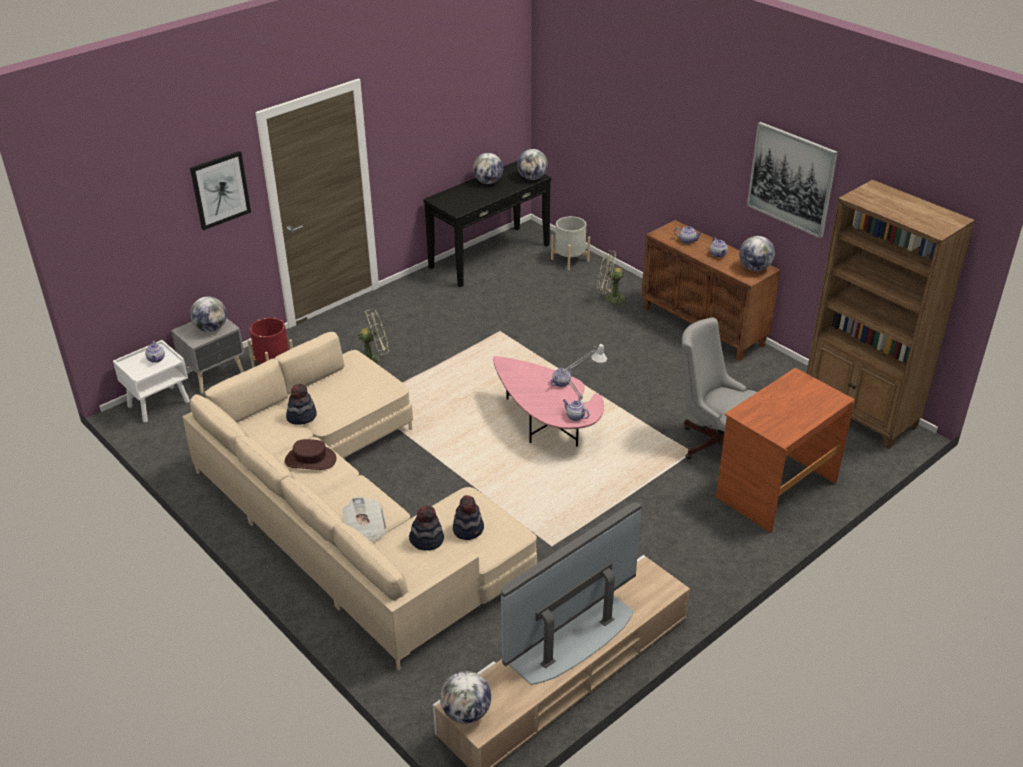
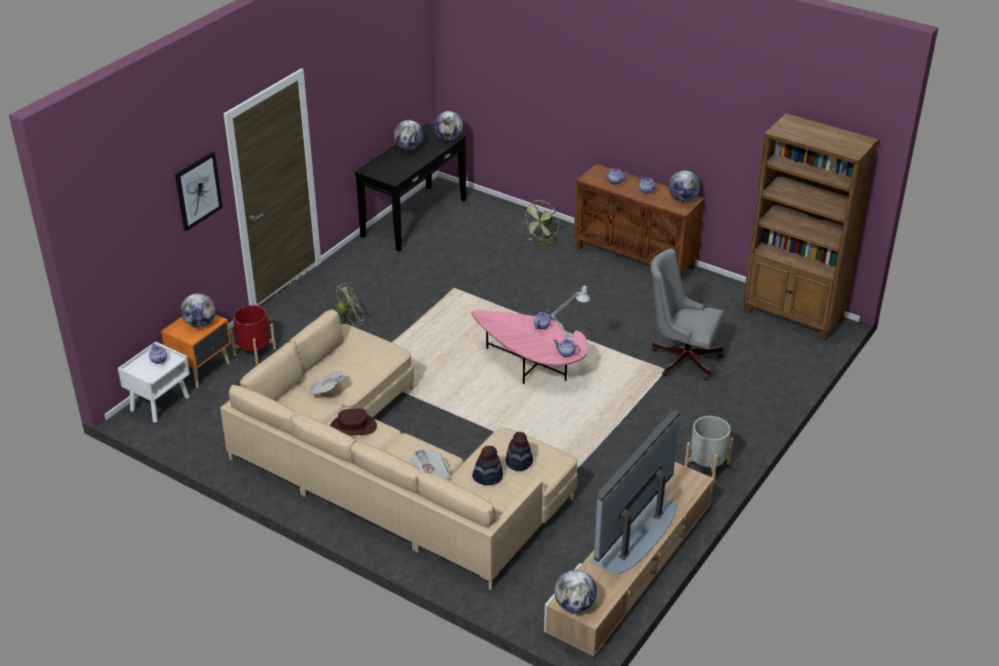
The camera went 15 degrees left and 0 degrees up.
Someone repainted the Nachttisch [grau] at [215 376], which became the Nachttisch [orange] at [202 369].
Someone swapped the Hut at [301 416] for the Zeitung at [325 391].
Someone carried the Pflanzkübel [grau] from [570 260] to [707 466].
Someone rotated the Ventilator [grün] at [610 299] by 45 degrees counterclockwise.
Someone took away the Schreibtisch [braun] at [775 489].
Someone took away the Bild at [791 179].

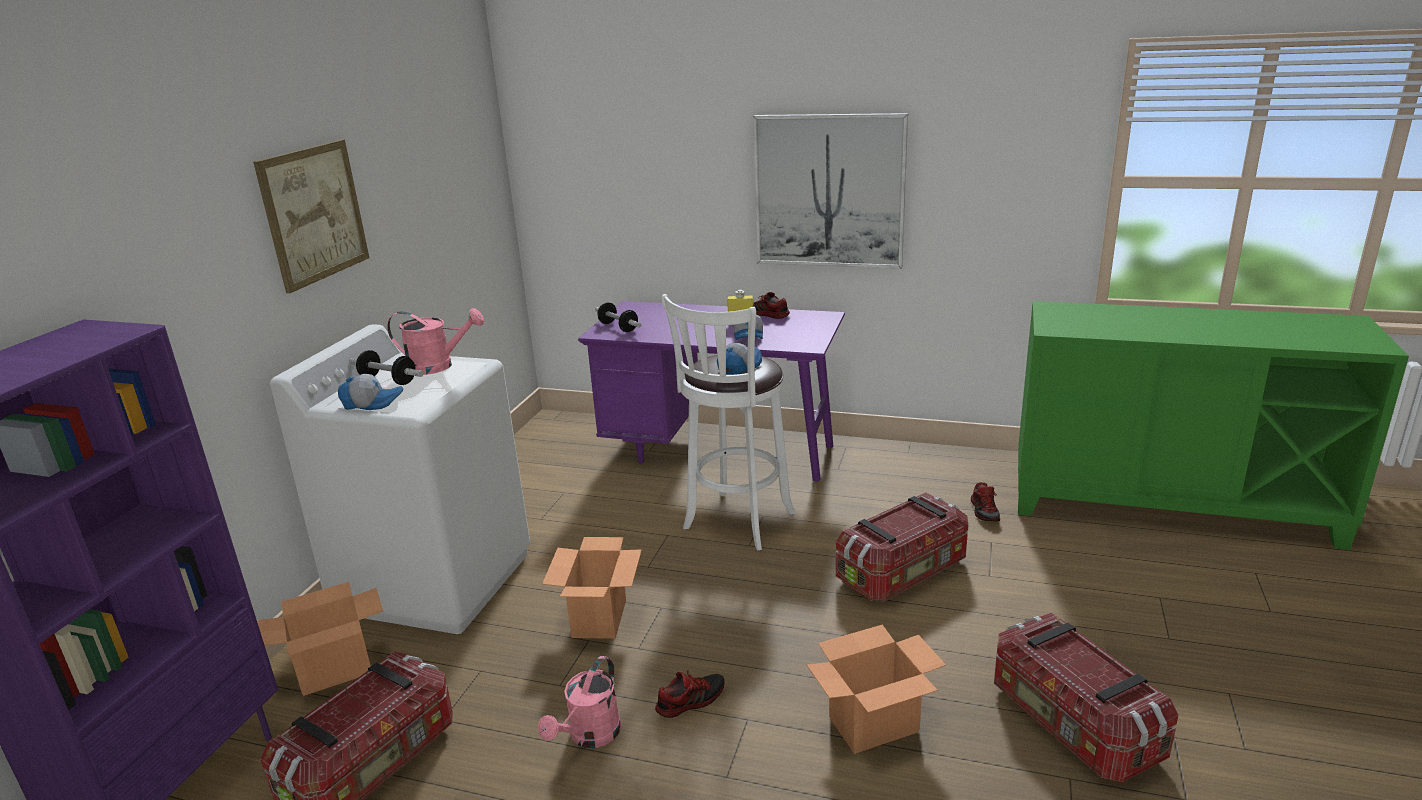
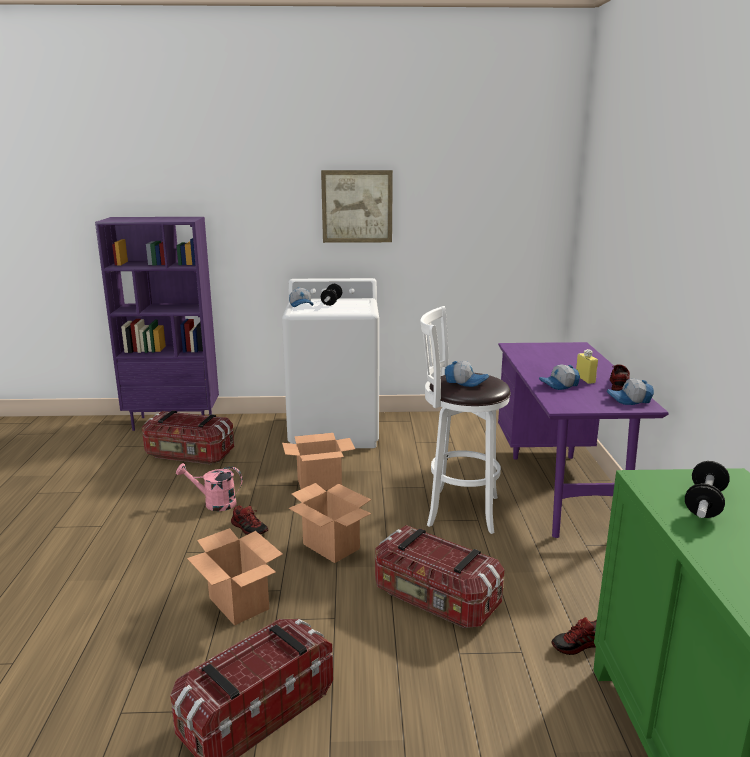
The camera went 70 degrees right and 5 degrees down.
Someone carried the Karton from [336 670] to [332 546].
Someone took away the Gießkanne [rosa] at [438 366].
Someone carried the Hantel from [618 327] to [704 504].
Someone took away the Bild at [829 191].
Someone put down the Kappe at [629 400].

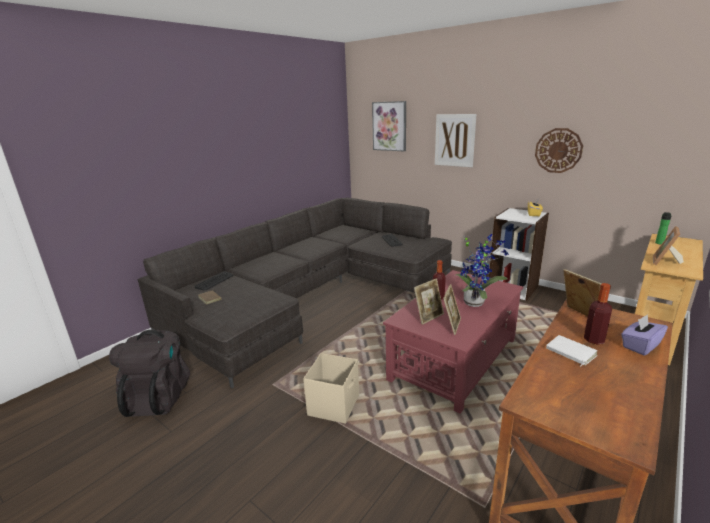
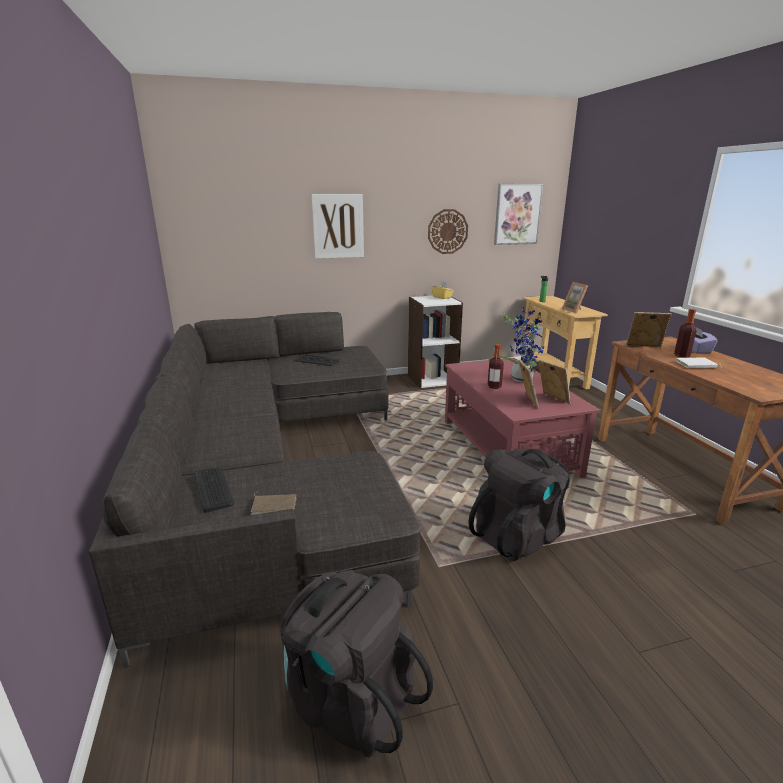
The camera went 55 degrees left and 0 degrees up.
Someone swapped the Aufbewahrungsbox [beige] at [334 404] for the Rucksack [schwarz] at [518 535].
Someone carried the Bild from [389 126] to [517 214].

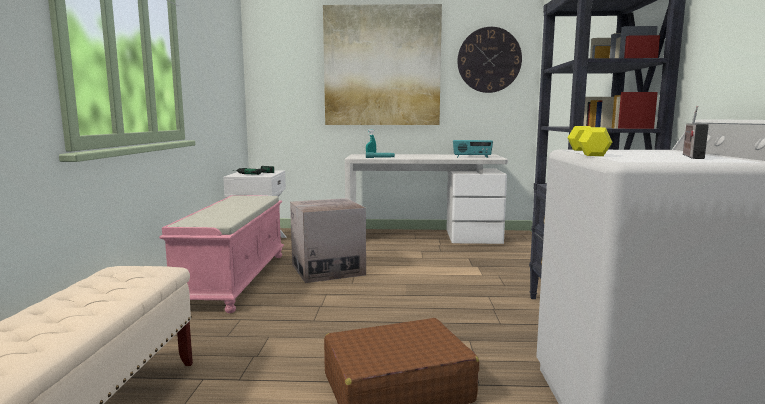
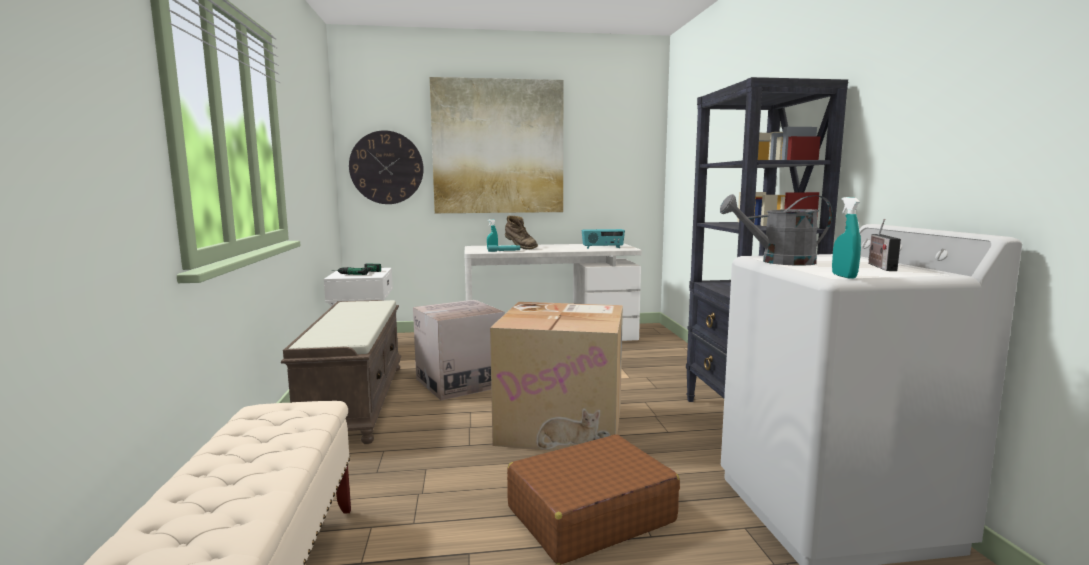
The camera went 10 degrees left and 0 degrees up.
Someone repainted the Bank [rosa] at [234 279], which became the Bank [braun] at [354 401].
Someone carried the Wanduhr from [489 60] to [386 167].
Someone swapped the Hantel [gelb] at [586 152] for the Gießkanne [grau] at [778 262].
Someone put down the Karton at [563 423].
Someone put down the Stiefel [braun] at [520 248].
Someone put down the Sprühflasche [türkis] at [844 276].

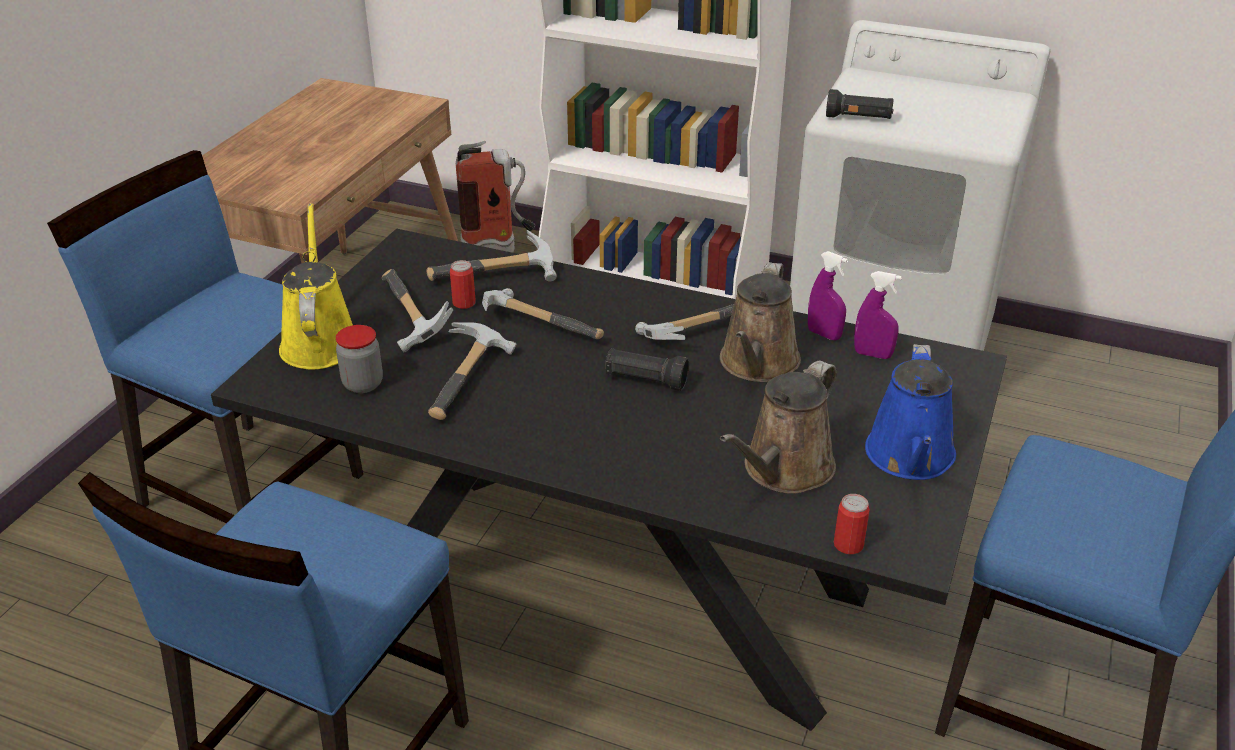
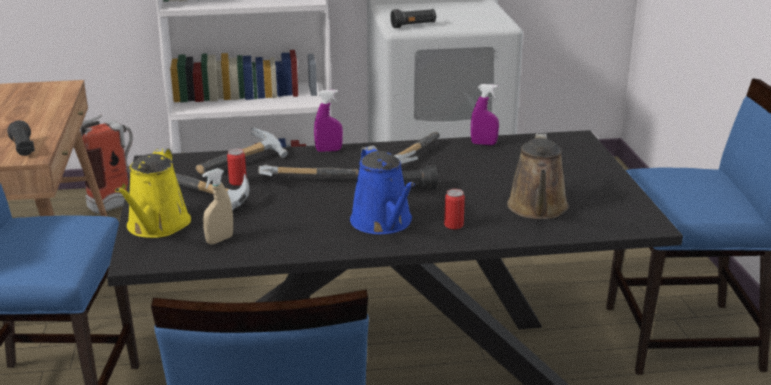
The camera went 30 degrees left and 10 degrees down.
Someone rotated the Gießkanne [gelb] at [320 341] by 135 degrees counterclockwise.
Someone swapped the Vorratsglas at [363 384] for the Sprühflasche [beige] at [219 240].
Someone took away the Hammer at [472 381].
Someone took away the Gießkanne [braun] at [758 364].
Someone carried the Dose from [848 545] to [453 225].
Someone carried the Sprühflasche [lila] from [872 354] to [328 150].
Someone carried the Gießkanne [blau] from [910 458] to [383 223].
Someone put down the Taschenlampe [schwarz] at [23 149].

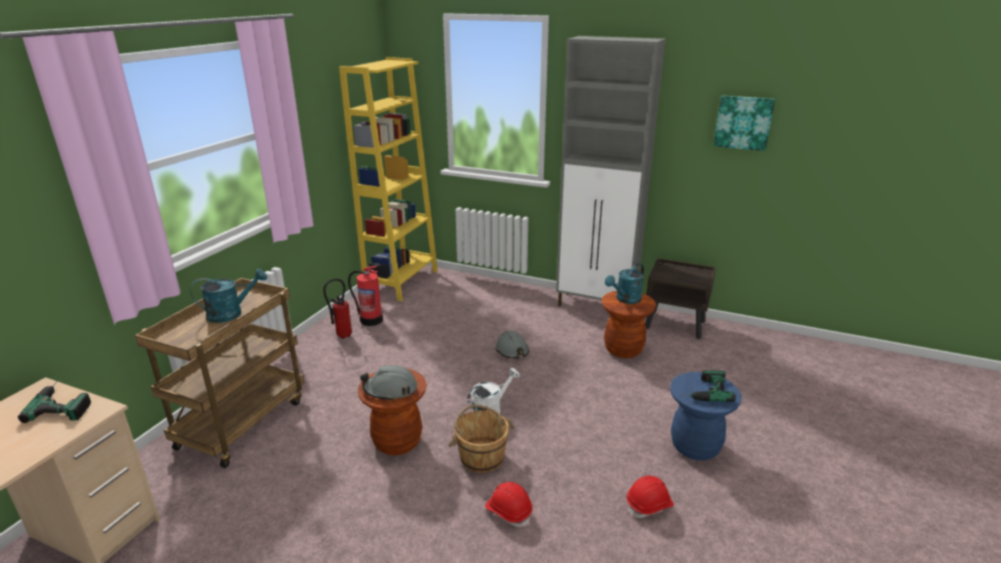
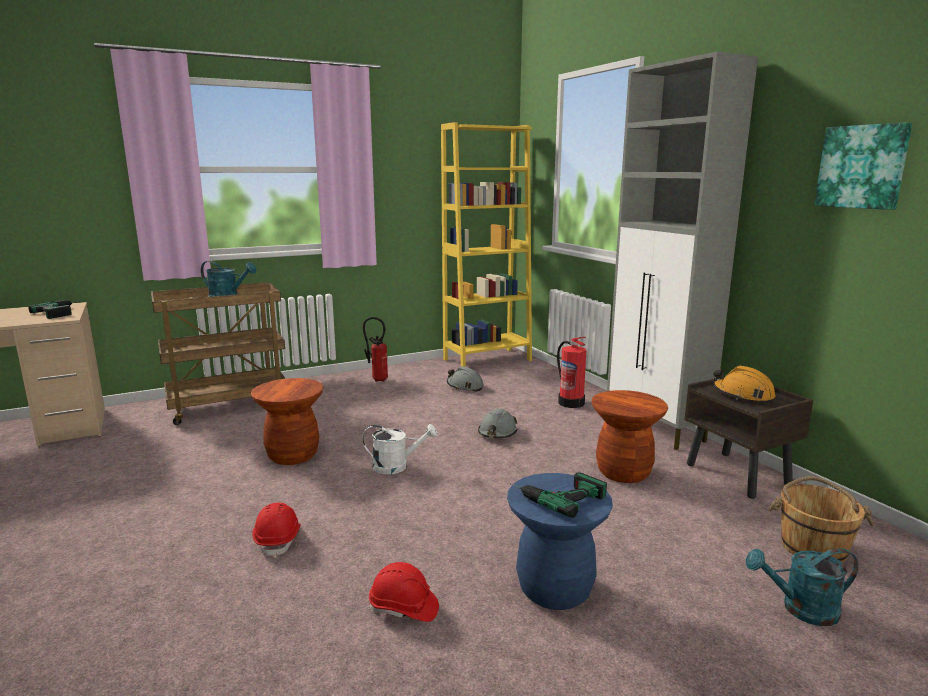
The camera went 40 degrees right and 10 degrees down.
Someone carried the Feuerlöscher from [371 320] to [570 402].
Someone carried the Schutzhelm [grau] from [390 390] to [464 386].
Someone carried the Eimer [braun] from [481 456] to [813 547].
Someone carried the Gießkanne [türkis] from [625 300] to [801 609].
Someone put down the Schutzhelm [orange] at [743 395].

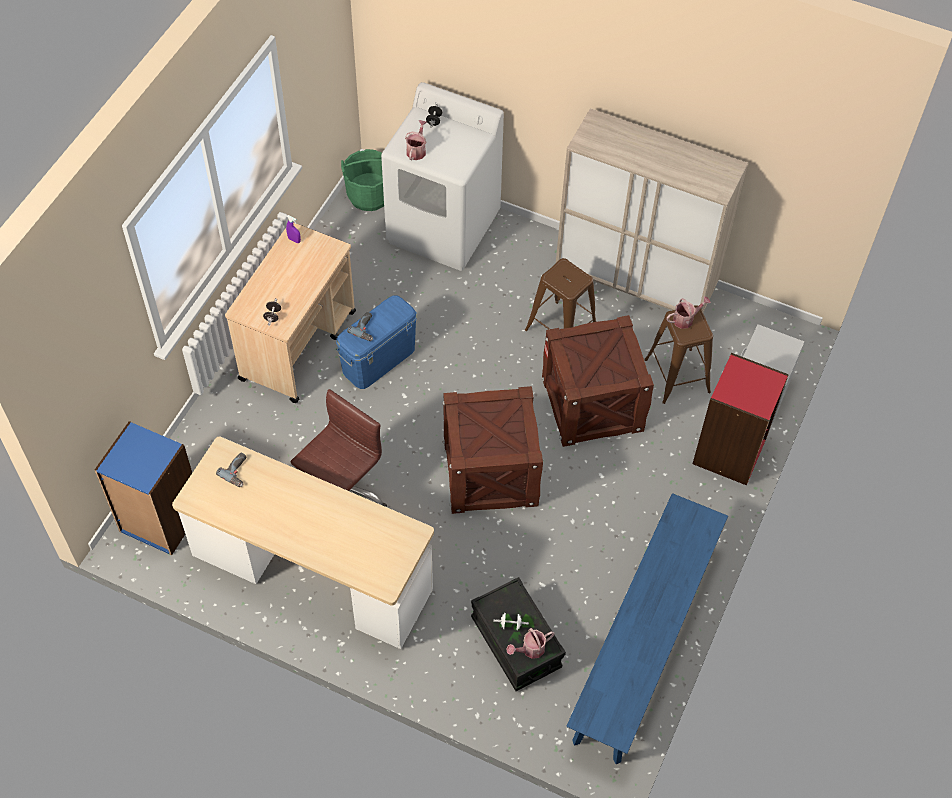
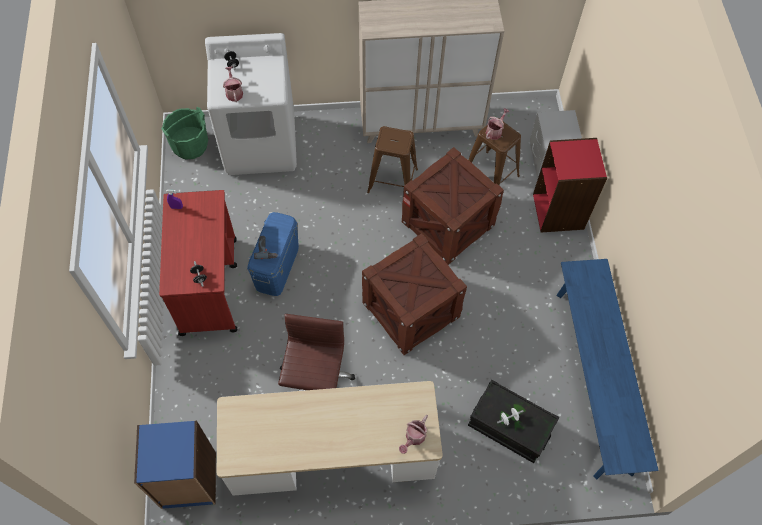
The camera went 30 degrees left and 5 degrees up.
Someone took away the Bohrmaschine at [238 471].
Someone repainted the Rollwagen [beige] at [298 345], which became the Rollwagen [rot] at [209 285].
Someone carried the Gießkanne from [530 649] to [413 438].

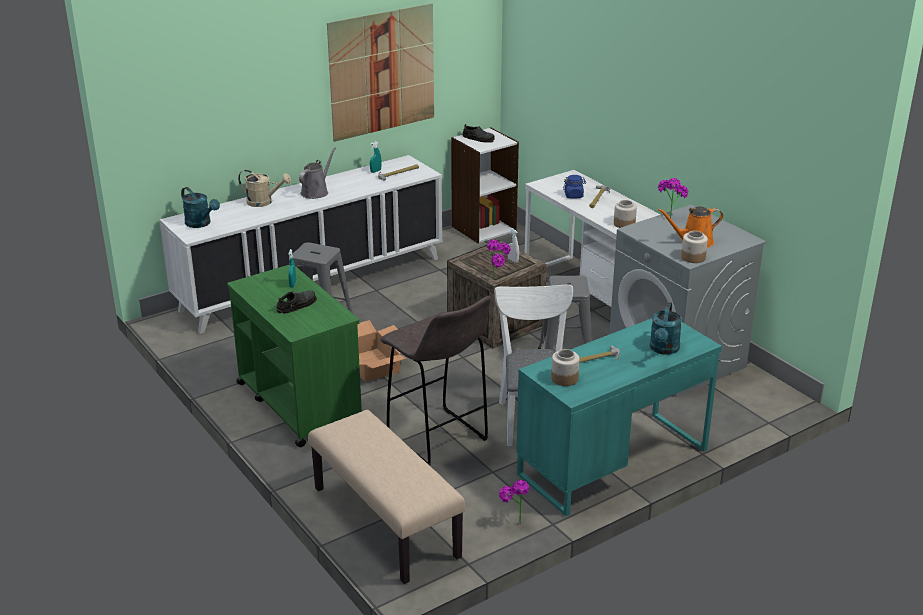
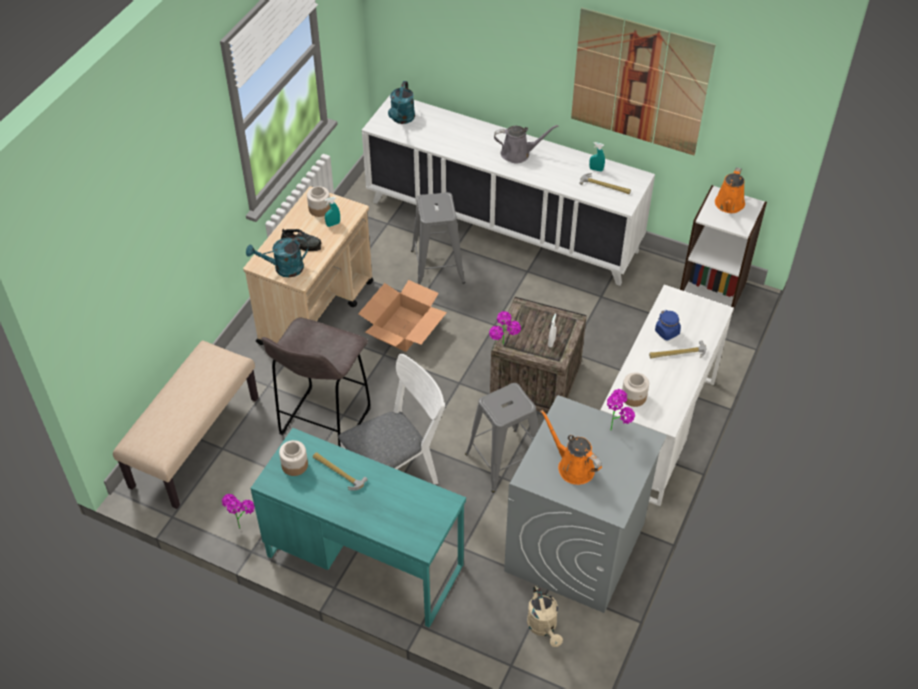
The camera went 60 degrees right and 20 degrees up.
Someone repainted the Rollwagen [grün] at [298 402], which became the Rollwagen [beige] at [317 311].
Someone carried the Gießkanne [beige] from [264 202] to [544 627].
Someone swapped the Schuh [schwarz] at [478 138] for the Gießkanne [orange] at [729 205].
Someone carried the Gießkanne [türkis] from [663 349] to [283 268].
Someone carried the Vorratsglas from [693 258] to [319 209].

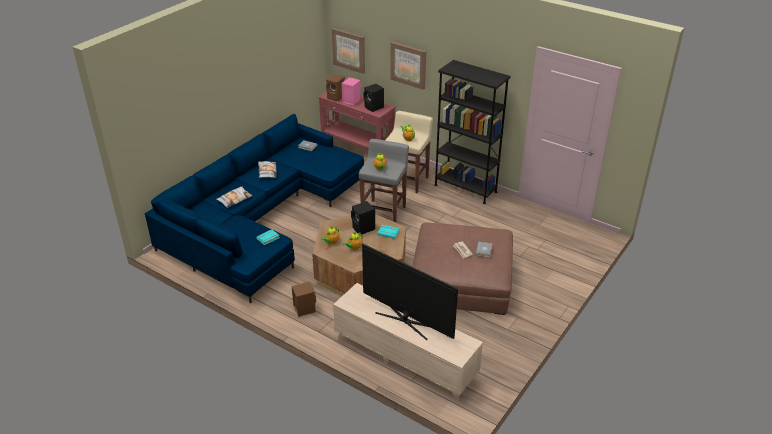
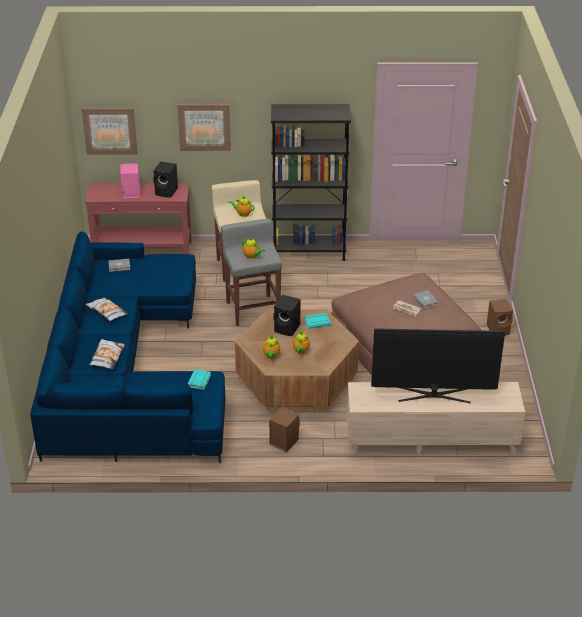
The camera went 35 degrees left and 0 degrees up.
Someone carried the Lautsprecher [braun] from [336 97] to [499 329].

